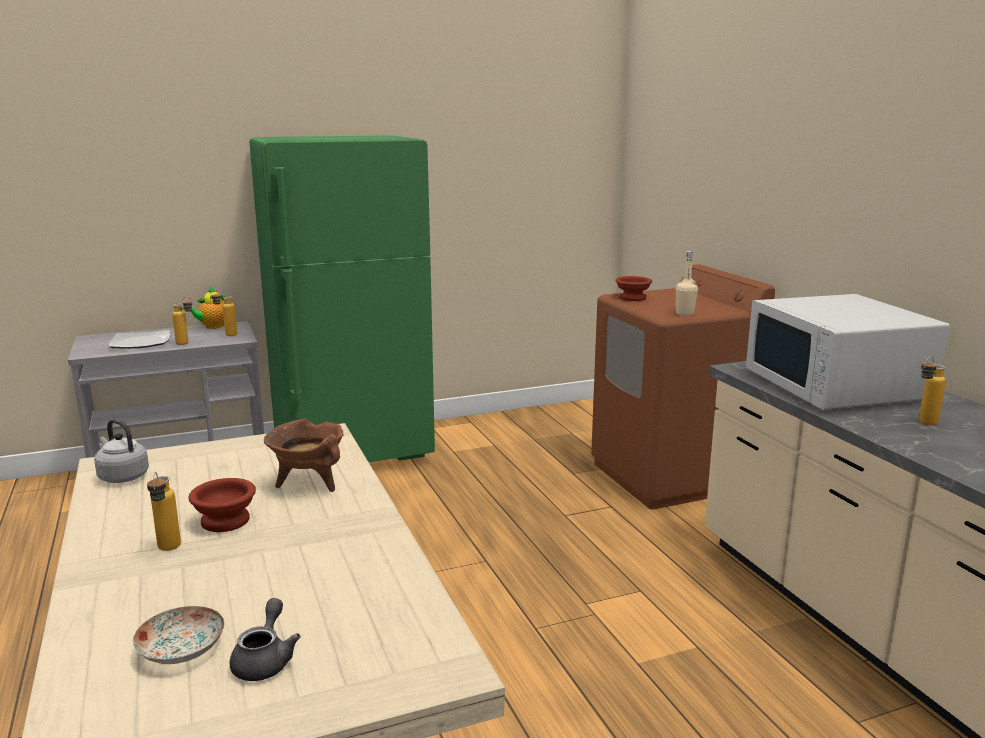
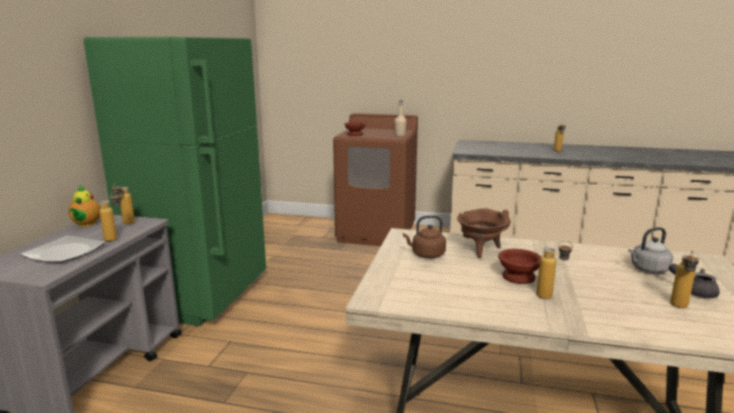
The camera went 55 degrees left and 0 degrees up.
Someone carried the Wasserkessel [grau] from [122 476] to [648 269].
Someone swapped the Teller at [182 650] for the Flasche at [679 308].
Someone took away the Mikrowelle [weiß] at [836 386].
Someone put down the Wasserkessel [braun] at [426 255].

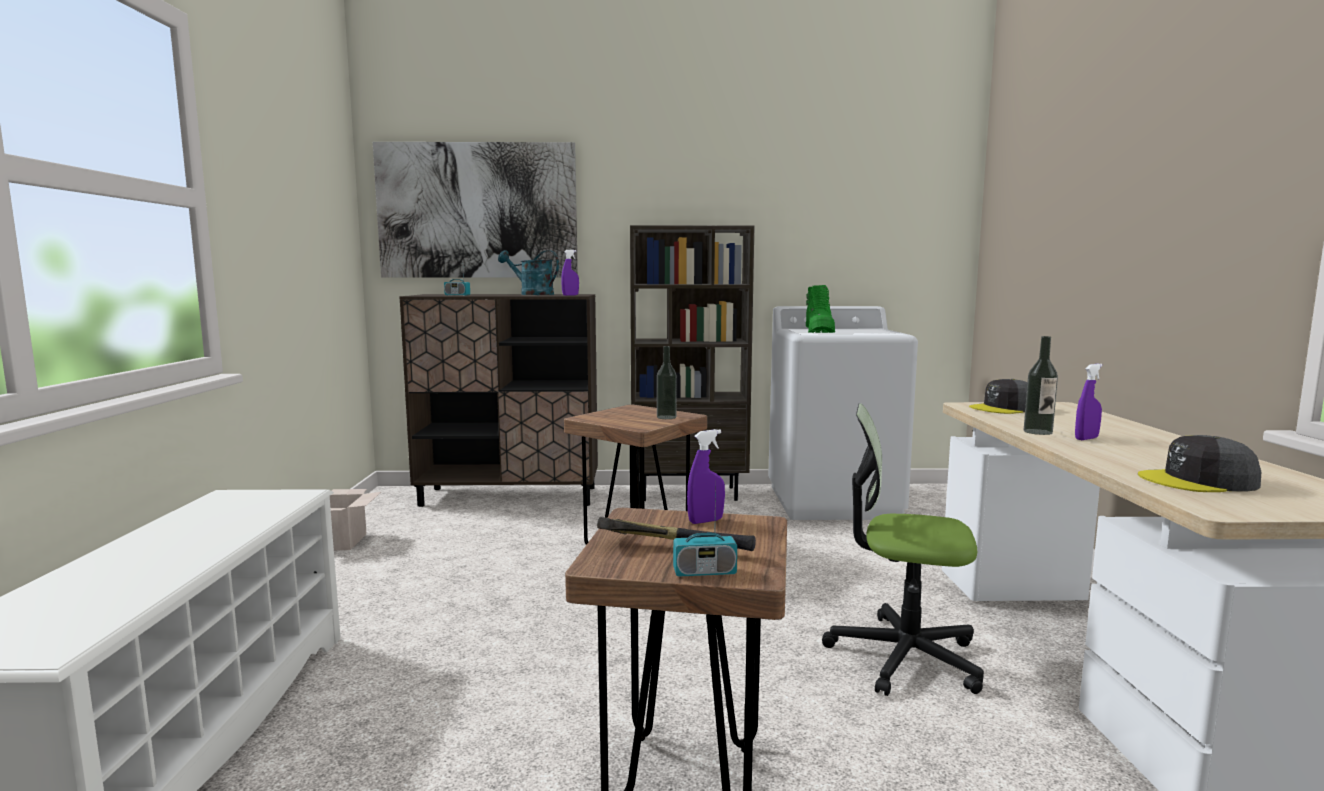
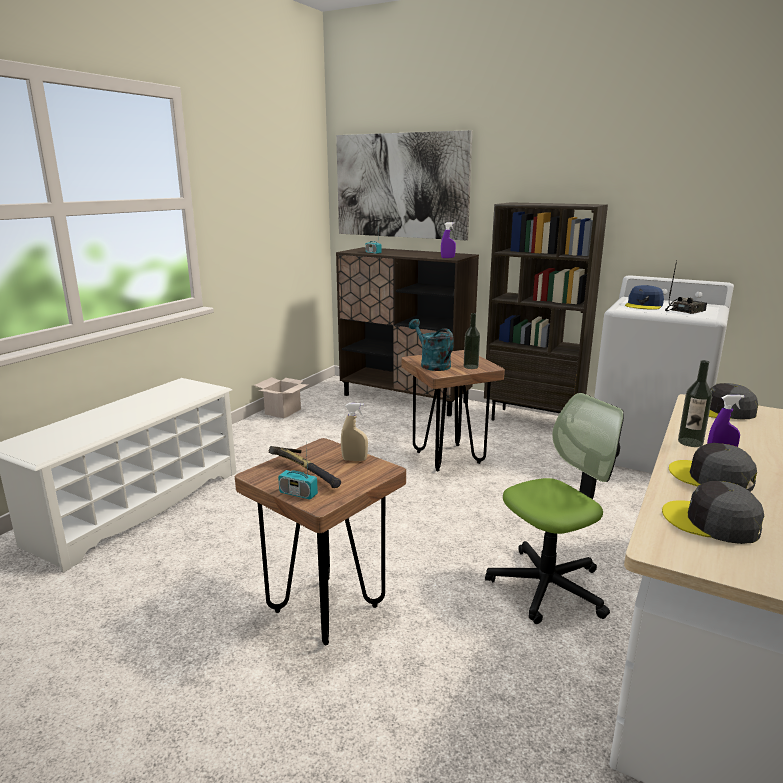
The camera went 30 degrees right and 10 degrees up.
Someone carried the Gießkanne [türkis] from [531 294] to [431 364].
Someone repainted the Sprühflasche [lila] at [705 521], which became the Sprühflasche [beige] at [354 460].
Someone swapped the Stiefel [grün] at [819 331] for the Kappe [blau] at [644 305].
Someone rotated the Bürostuhl at [903 656] by 105 degrees clockwise.
Someone put down the Radio at [684 311].
Someone put down the Kappe [grau] at [711 478].

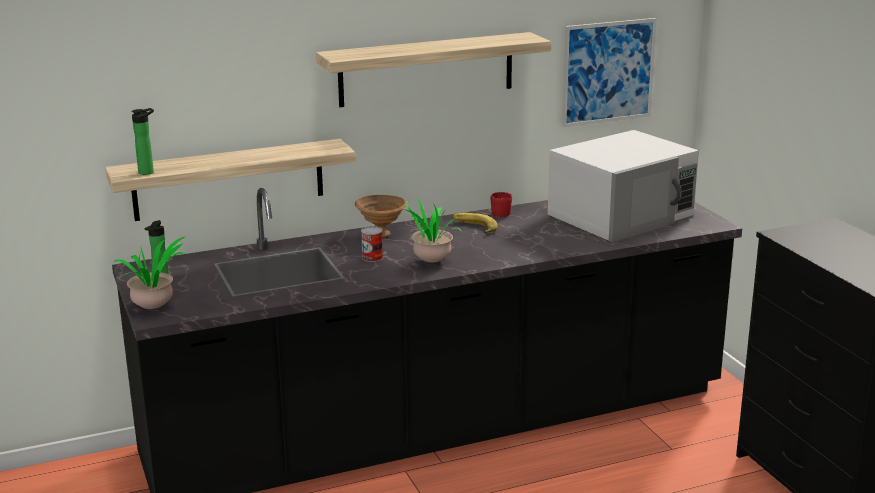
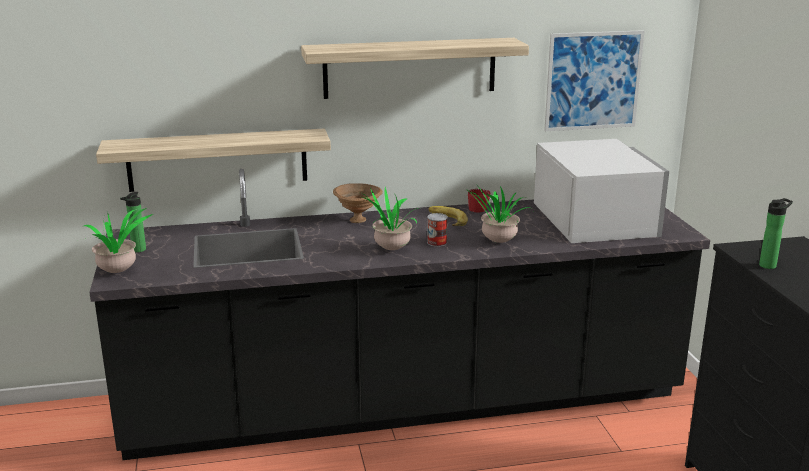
The camera went 10 degrees right and 0 degrees up.
Someone carried the Flasche from [148 172] to [769 265].
Someone carried the Dose from [372 257] to [437 242].
Someone rotated the Mikrowelle [weiß] at [622 215] by 75 degrees counterclockwise.
Someone put down the Topfpflanze at [496 242].

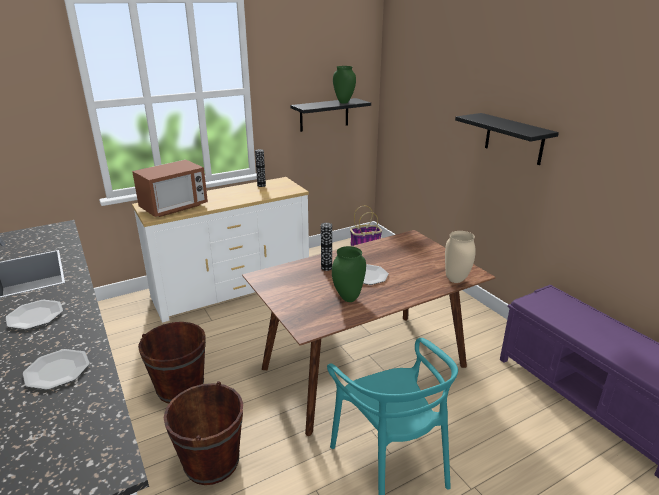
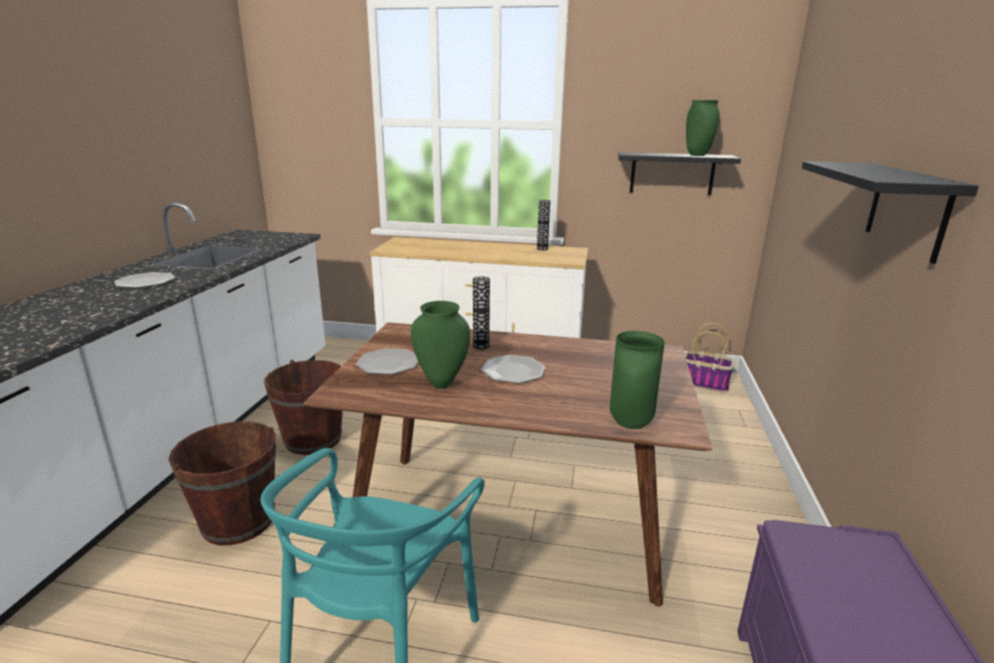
The camera went 40 degrees right and 5 degrees down.
Someone carried the Teller from [57 370] to [388 363].
Someone took away the Mikrowelle at [174 207].
Someone repainted the Vase [beige] at [456 280], which became the Vase [grün] at [631 424].

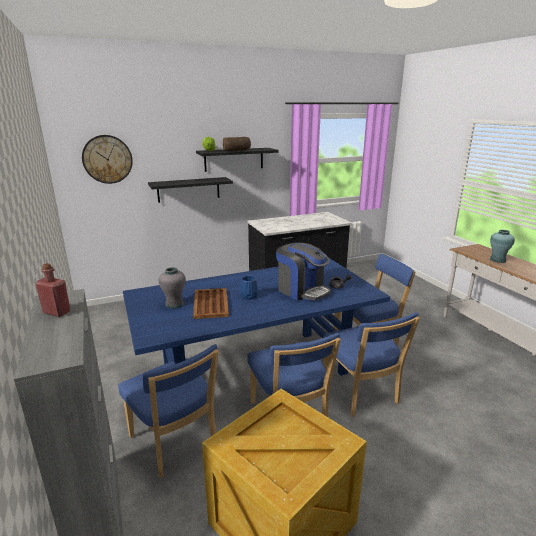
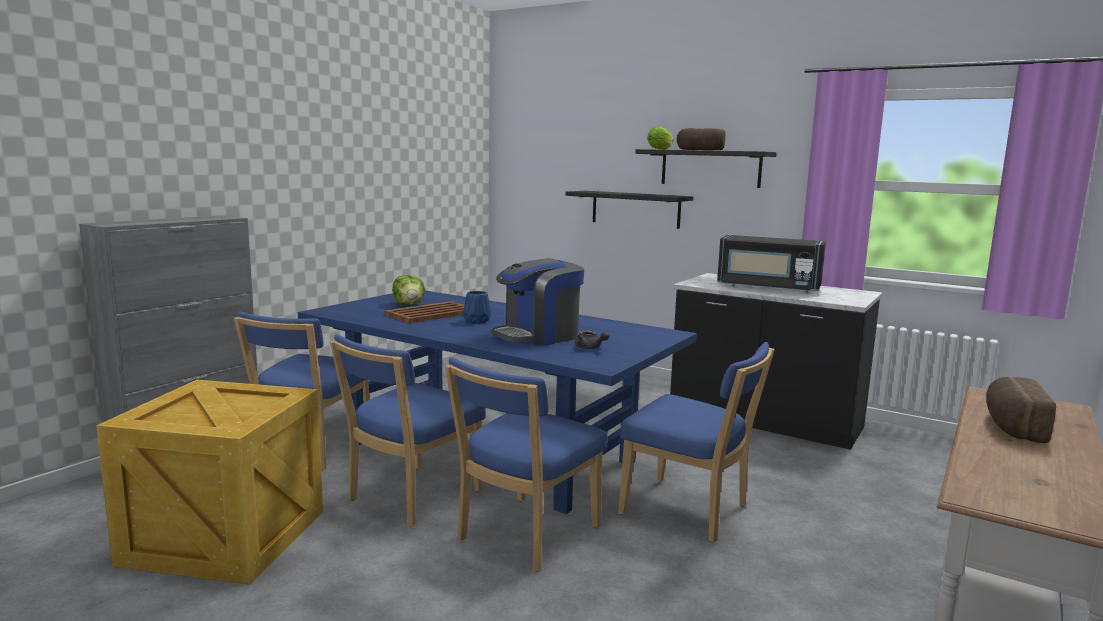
The camera went 55 degrees right and 10 degrees down.
Someone took away the Flasche [rot] at [57 312].
Someone took away the Wanduhr at [107 159].
Someone swapped the Vase [grau] at [174 304] for the Salatkopf at [409 305].
Someone rotated the Kaffeemaschine at [302 290] by 45 degrees clockwise.
Someone swapped the Vase [türkis] at [497 260] for the Brot at [1011 427].
Someone put down the Mikrowelle [schwarz] at [768 288].

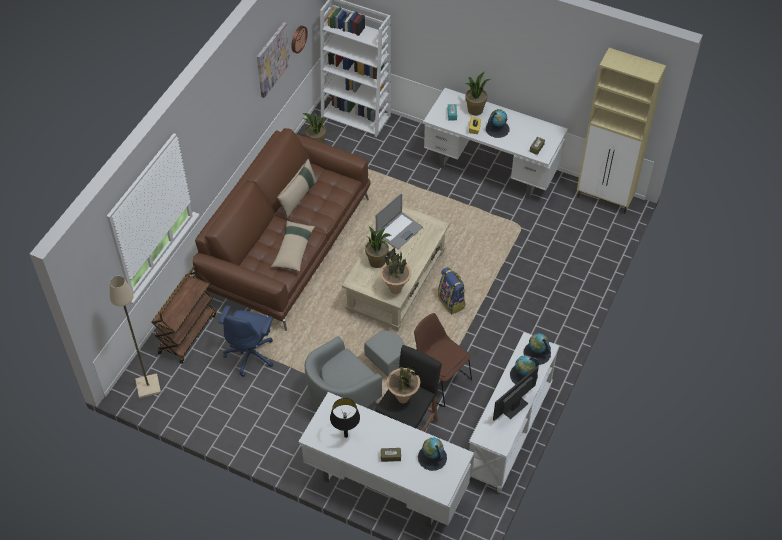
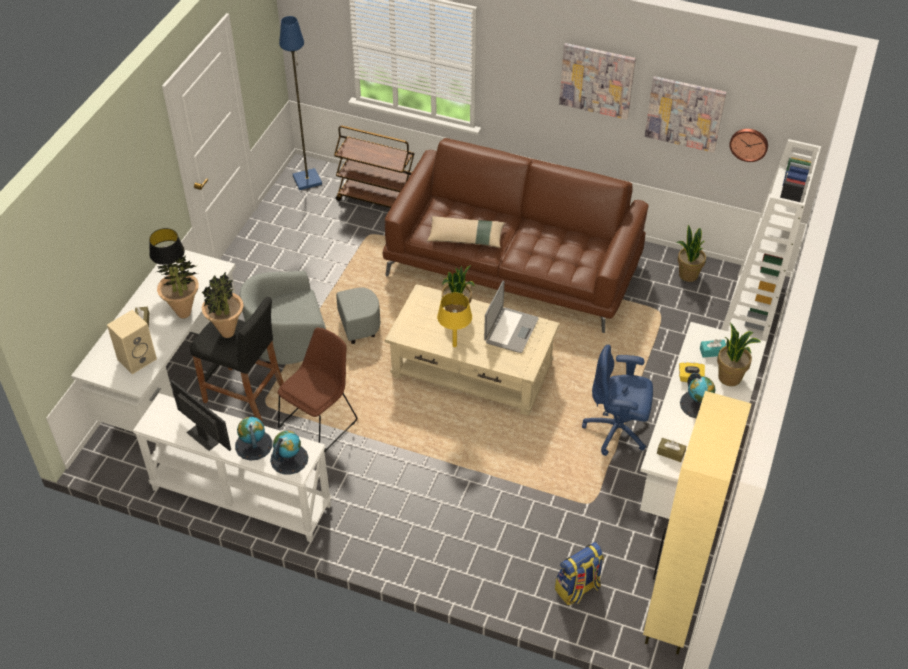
The camera went 85 degrees right and 5 degrees down.
Someone repainted the Stehlampe [beige] at [147 386], which became the Stehlampe [blau] at [307 179].
Someone carried the Bürostuhl [blau] from [251 354] to [617 431].
Someone took away the Kissen [beige] at [298 197].
Someone rotated the Sessel [grau] at [352 388] by 60 degrees counterclockwise.
Someone rotated the Laptop at [399 231] by 105 degrees counterclockwise.
Someone carried the Topfpflanze from [395 290] to [184 313].
Someone swapped the Globus at [432 457] for the Lautsprecher [beige] at [137 358].
Someone carried the Rucksack from [452 302] to [577 589].
Someone put down the Tischlampe [gelb] at [454 345].
Someone put up the Bild at [597 80].

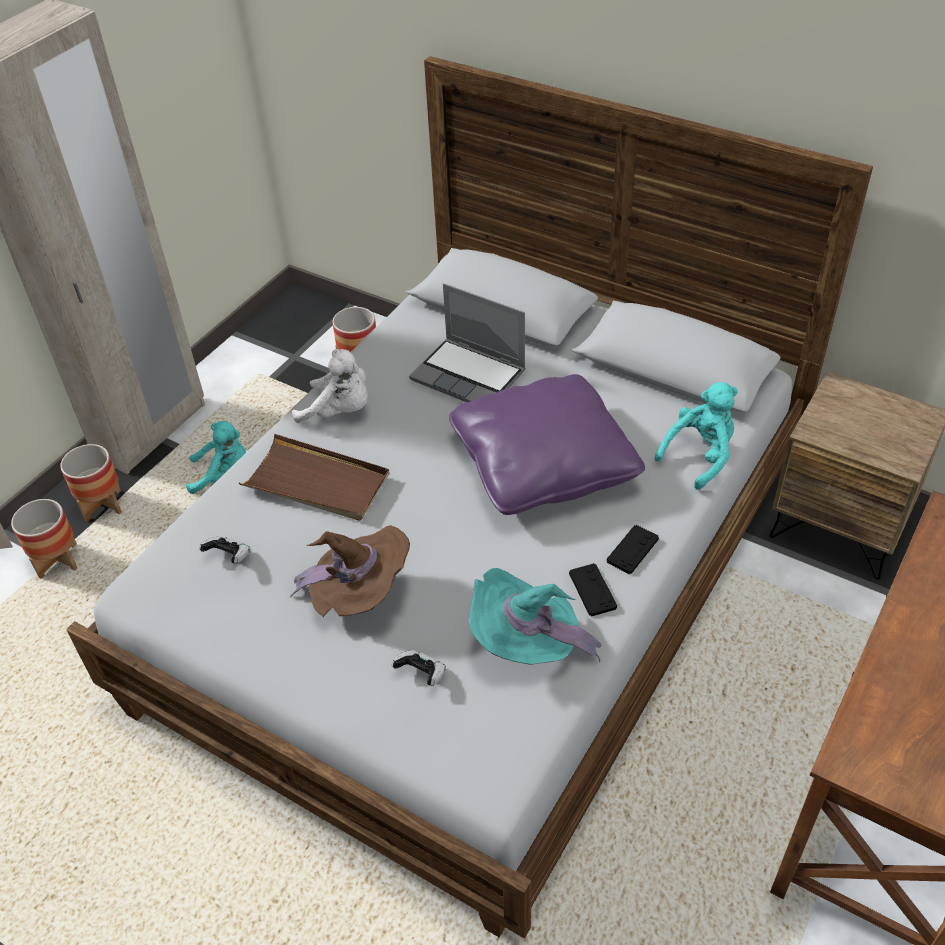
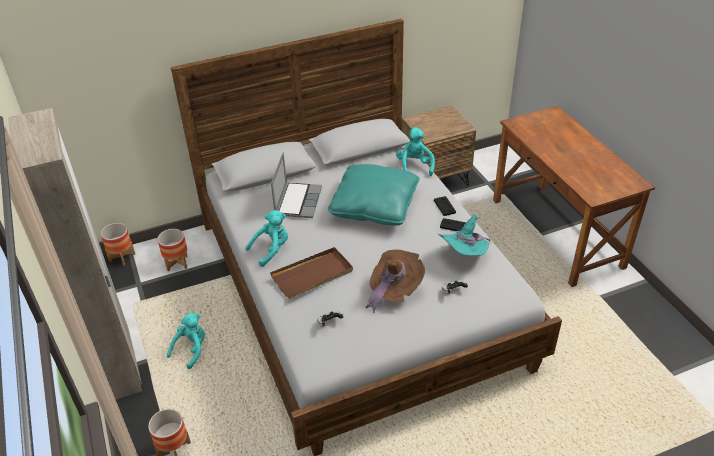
The camera went 55 degrees left and 5 degrees down.
Someone carried the Pflanzkübel from [103 505] to [122 257].
Someone repainted the Plüschtier [weiß] at [339 411], which became the Plüschtier [türkis] at [271 250].
Someone rotated the Laptop at [470 375] by 60 degrees counterclockwise.
Someone repainted the Kissen [lila] at [543 463], which became the Kissen [türkis] at [374 206].

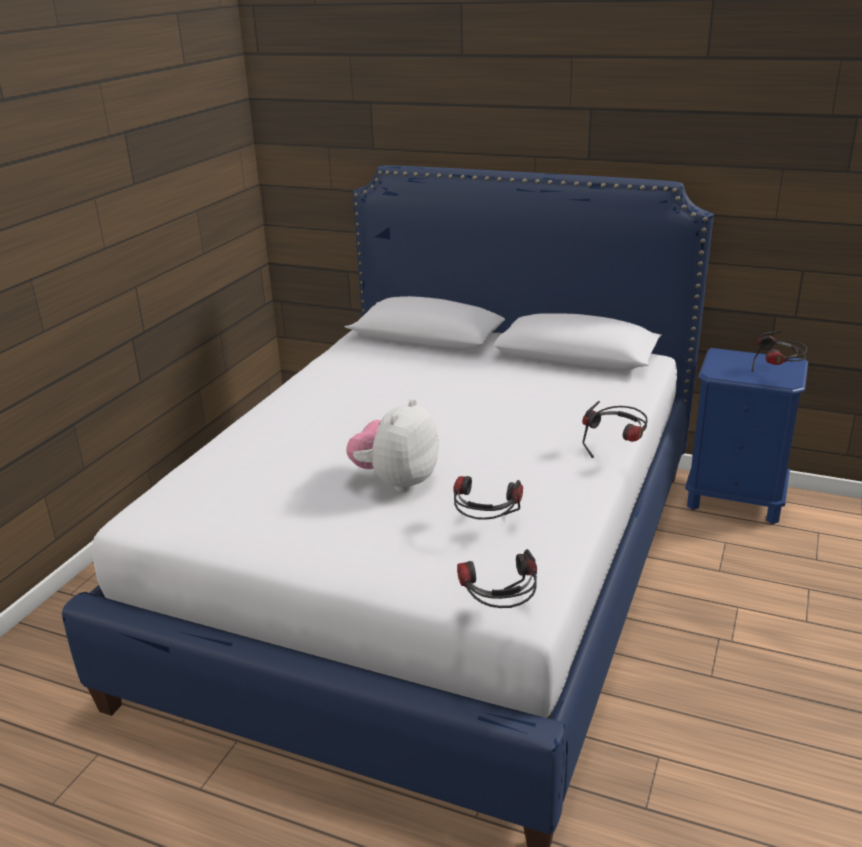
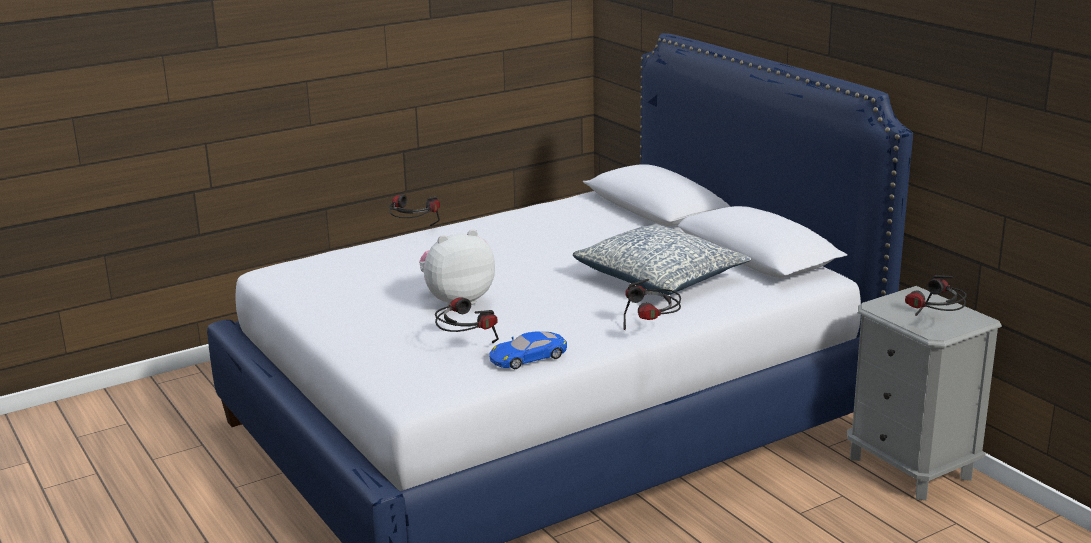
The camera went 35 degrees right and 5 degrees down.
Someone carried the Kopfhörer from [500 614] to [413 232].
Someone repainted the Nachttisch [blau] at [735 499], which became the Nachttisch [grau] at [911 467].
Someone put down the Spielzeugauto [blau] at [528 357].
Someone put down the Kissen at [661 278].

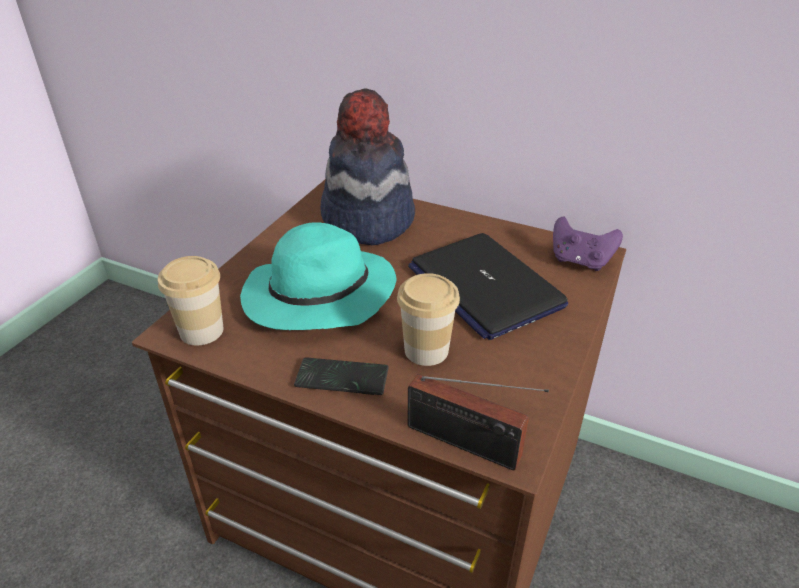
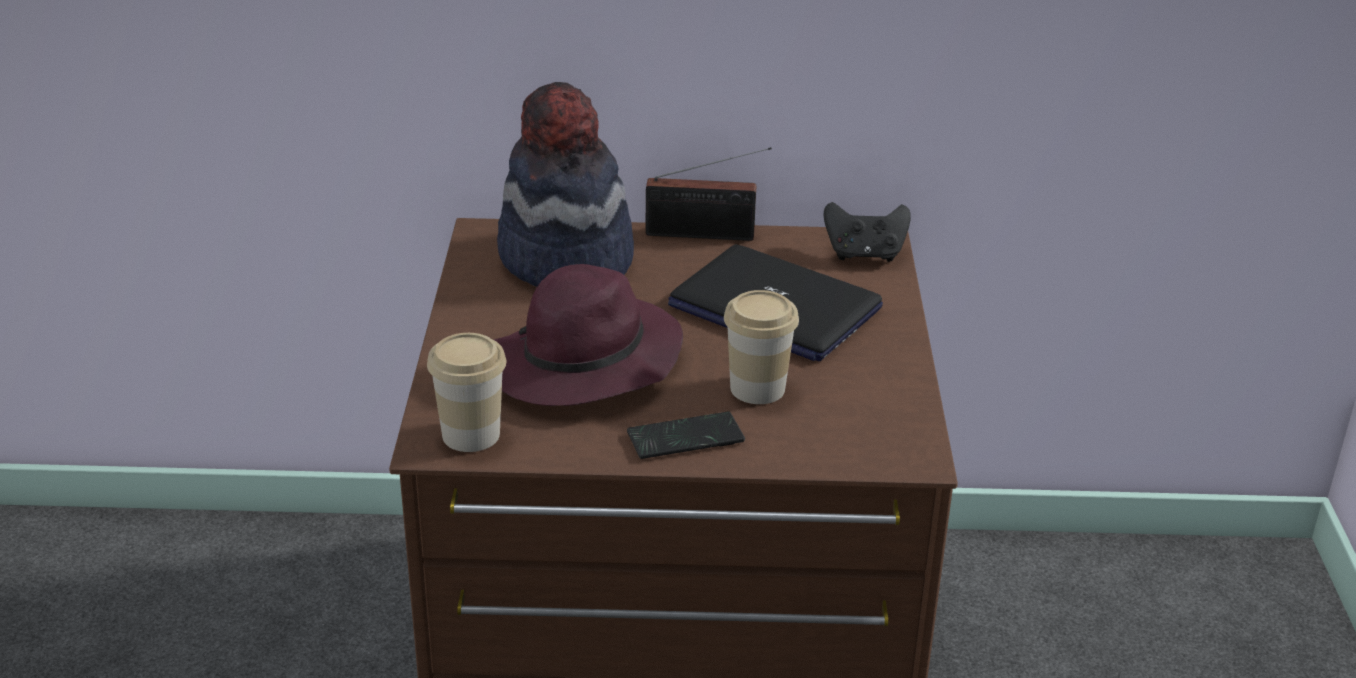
The camera went 25 degrees left and 5 degrees down.
Someone repainted the Hut [türkis] at [317 297], which became the Hut [lila] at [582 365].
Someone carried the Radio from [469 445] to [706 235].
Someone repainted the Gamepad [lila] at [580 261], which became the Gamepad [schwarz] at [864 254].

